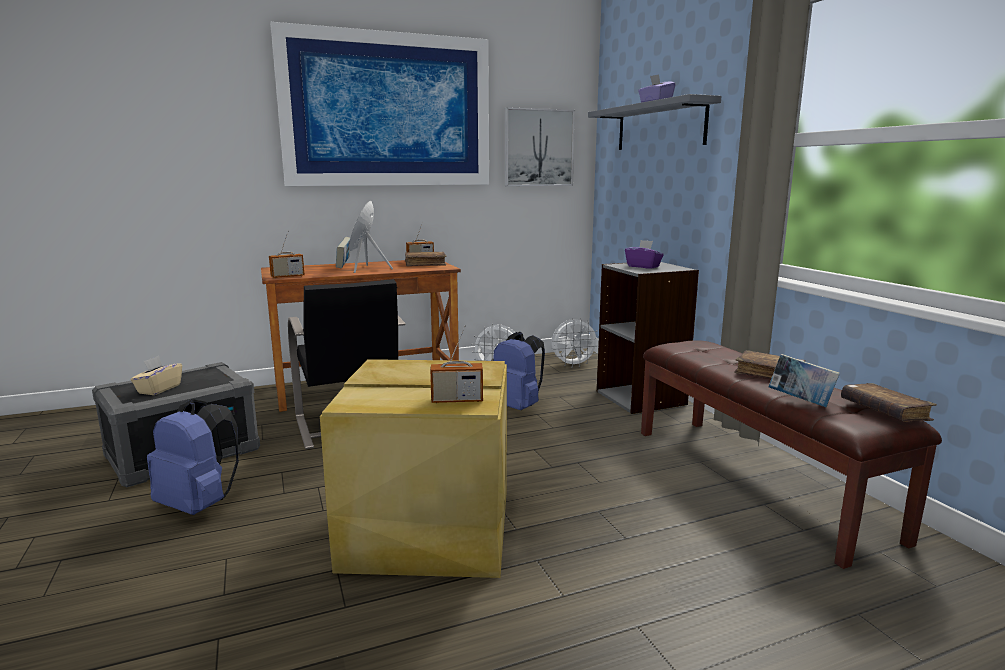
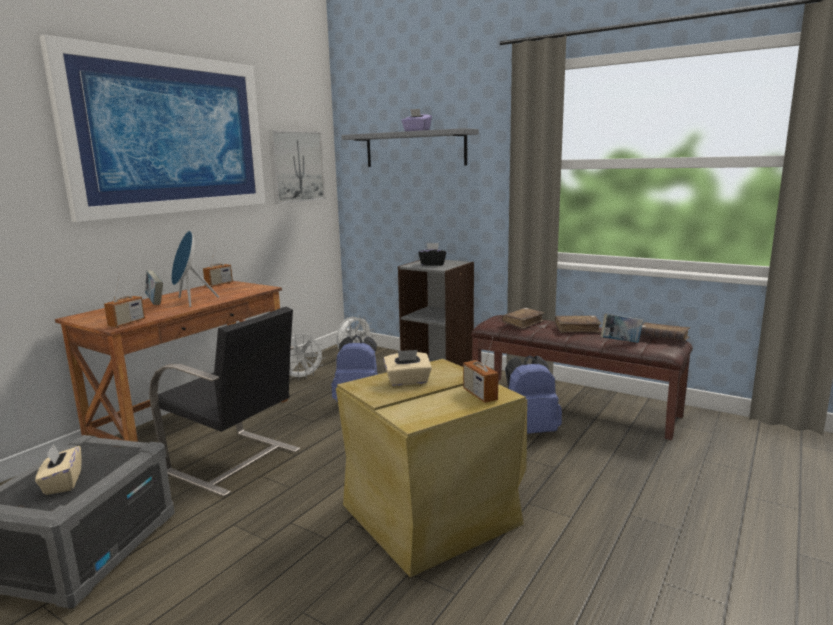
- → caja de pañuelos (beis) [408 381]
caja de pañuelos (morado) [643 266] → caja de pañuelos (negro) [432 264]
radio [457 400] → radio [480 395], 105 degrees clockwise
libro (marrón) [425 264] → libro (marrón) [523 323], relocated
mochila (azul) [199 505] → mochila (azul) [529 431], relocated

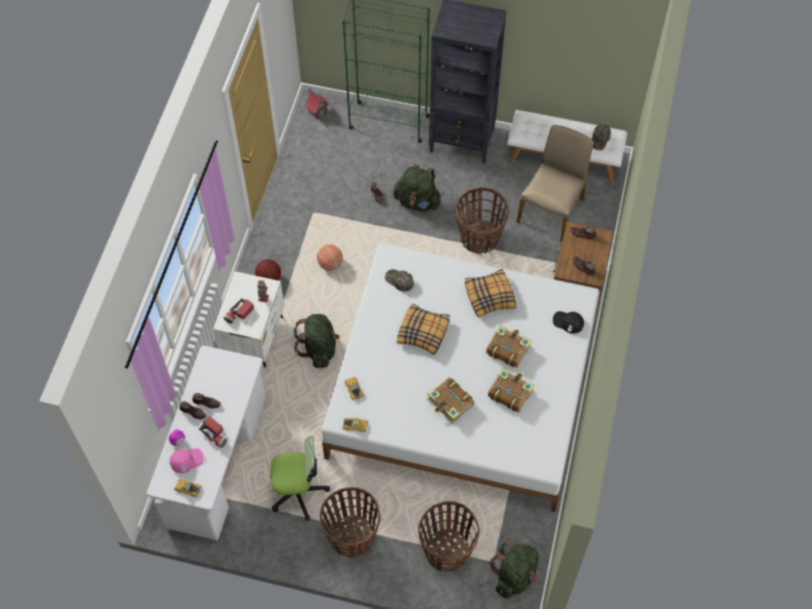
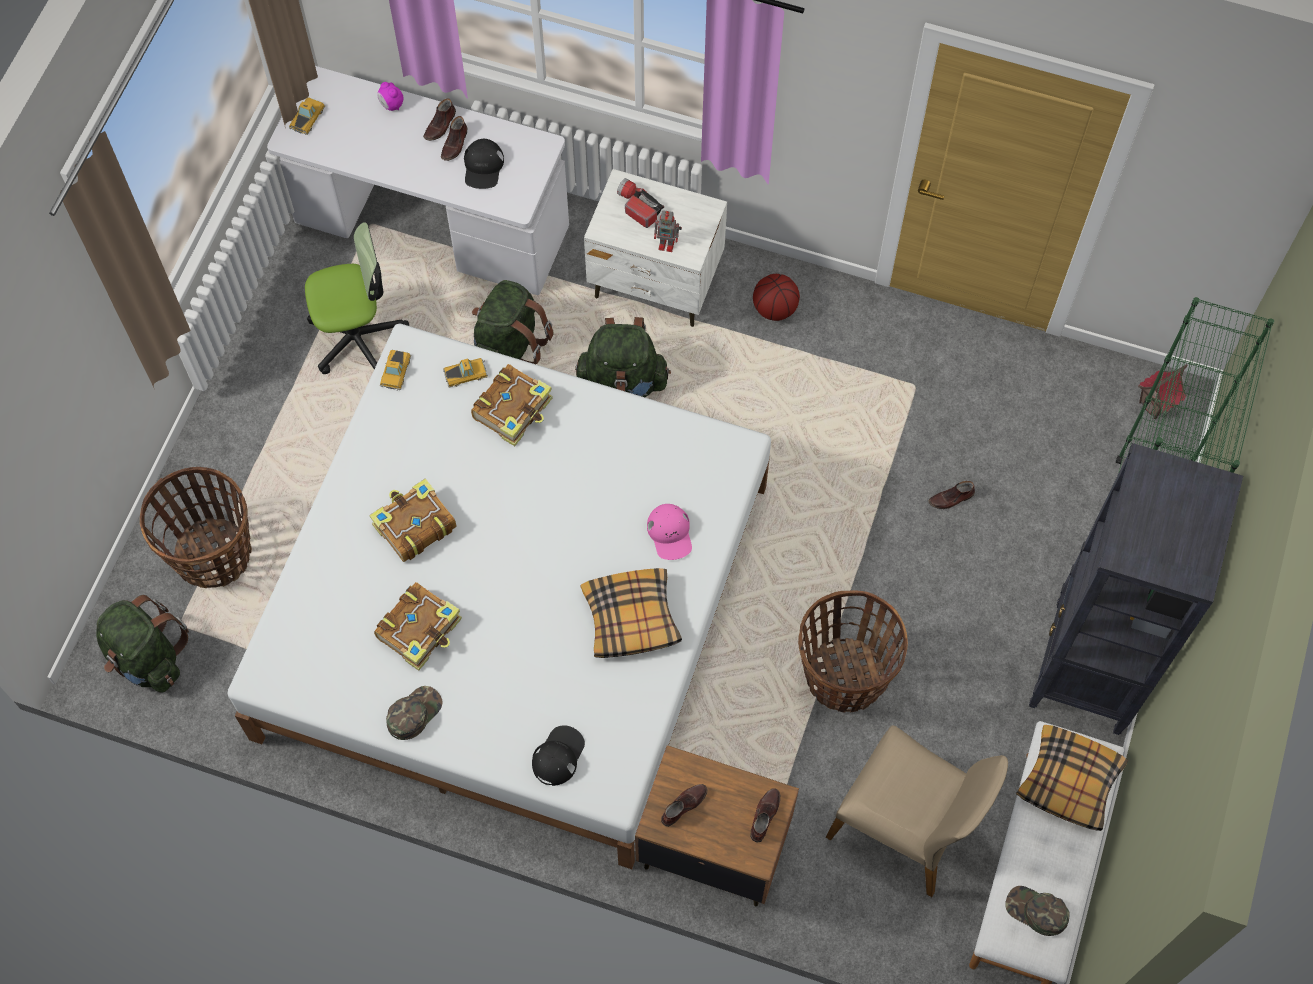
silla de oficina [298 492] → silla de oficina [358 338], 105 degrees counterclockwise
gorra (verde) [399 281] → gorra (verde) [414 713], relocated
- → gorra (negro) [483 167]
libro [507 349] → libro [514 409], relocated
mochila (verde) [417 201] → mochila (verde) [509 345], relocated
gorra (rosa) [186 460] → gorra (rosa) [670 533], relocated
cojín [423 332] → cojín [1069 782], relocated
linterna [215 435] → -
balón de baloncesto [330 264] → -
cesta [352 536] → -

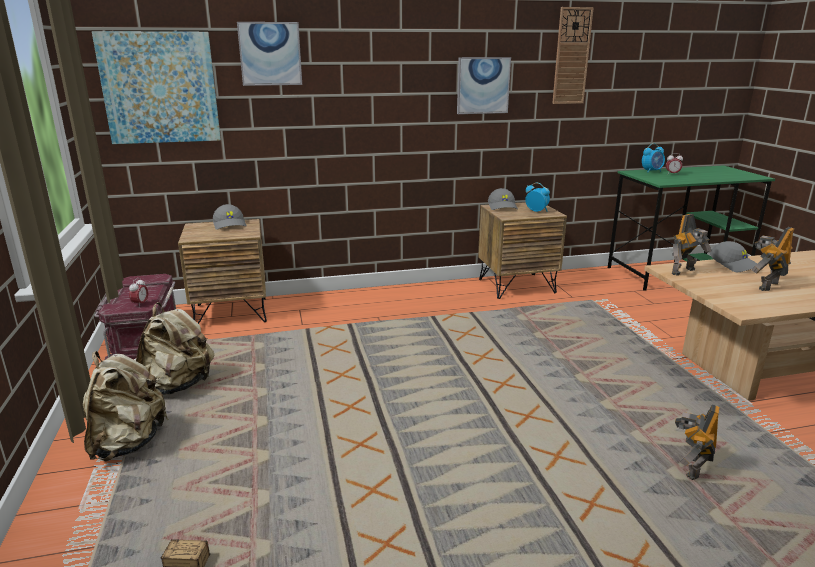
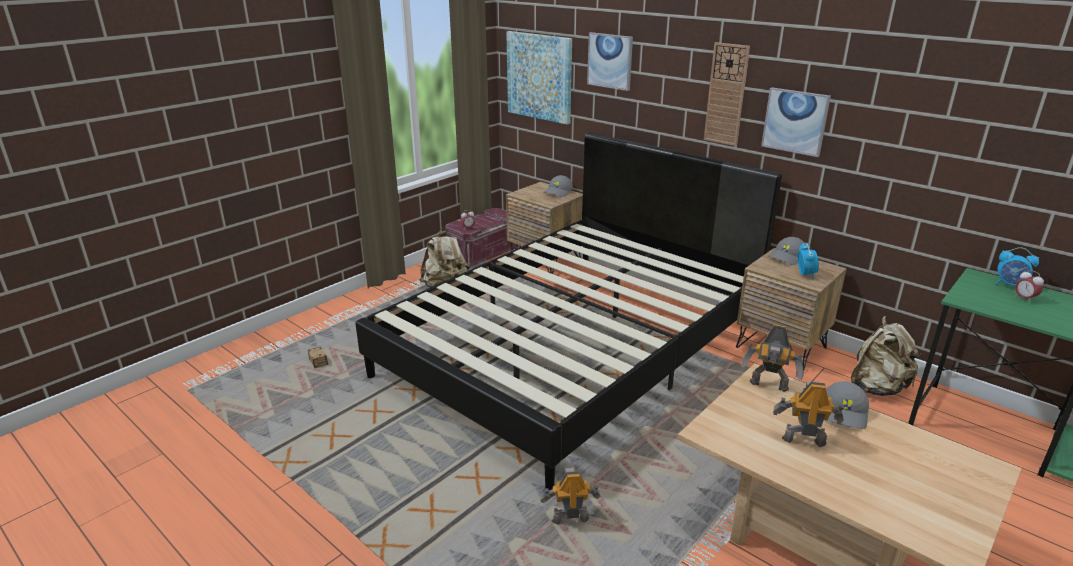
- → cama (negro) [574 348]
reloj de pared [571 56] → reloj de pared [726 94], relocated
mochila (beis) [128 443] → mochila (beis) [877 388], relocated

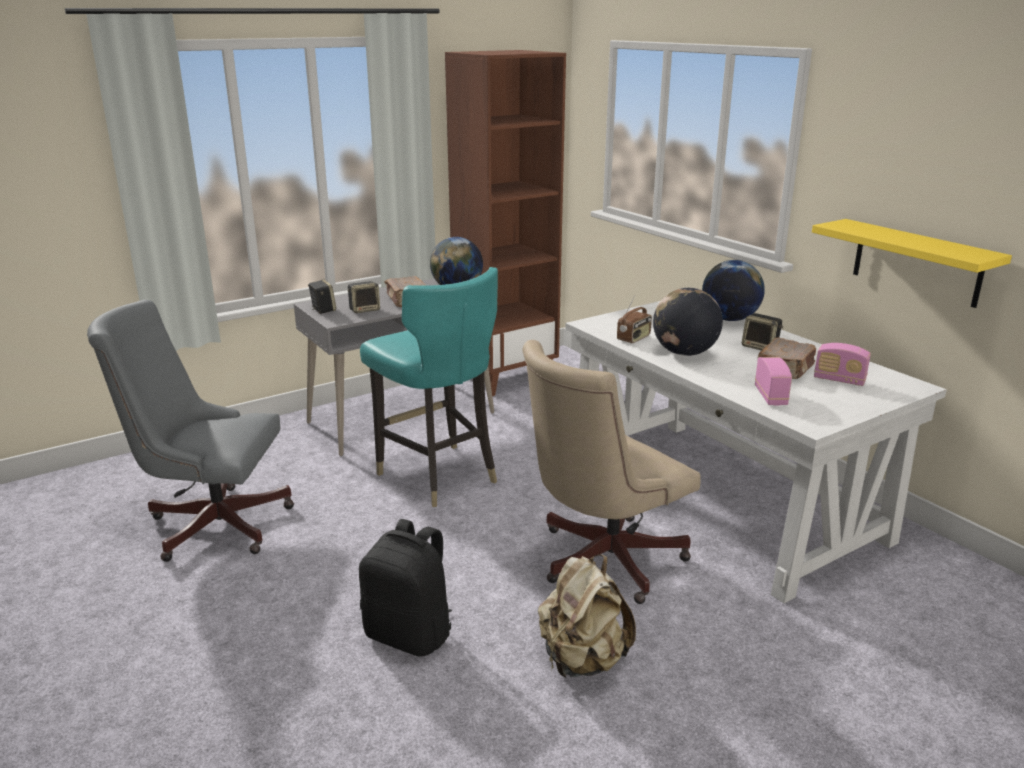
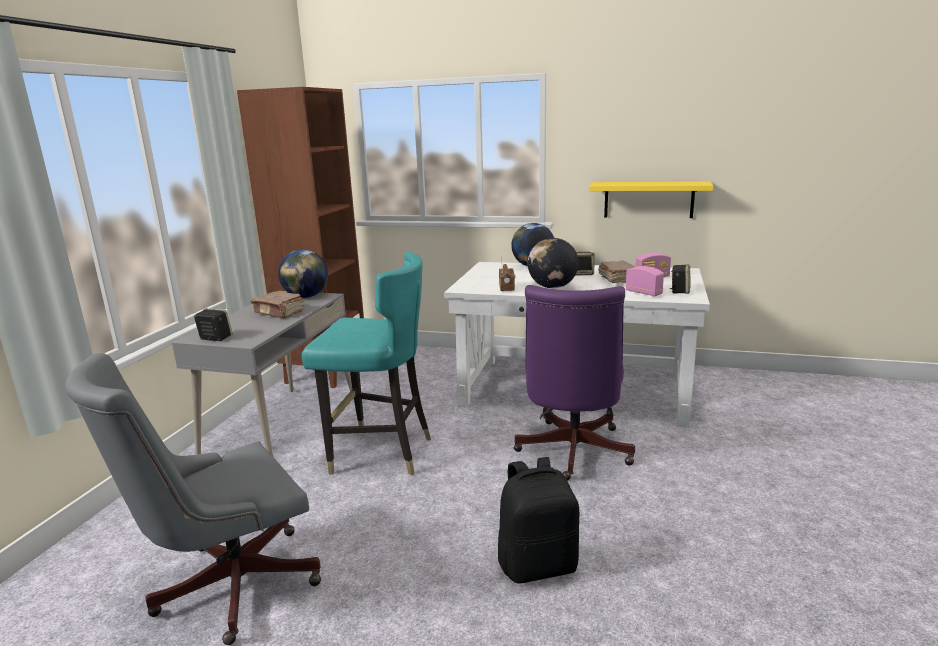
silla de oficina (beis) [601 561] → silla de oficina (morado) [572 453]
altavoz [365 310] → altavoz [679 291], relocated
mochila (beis) [582 660] → -

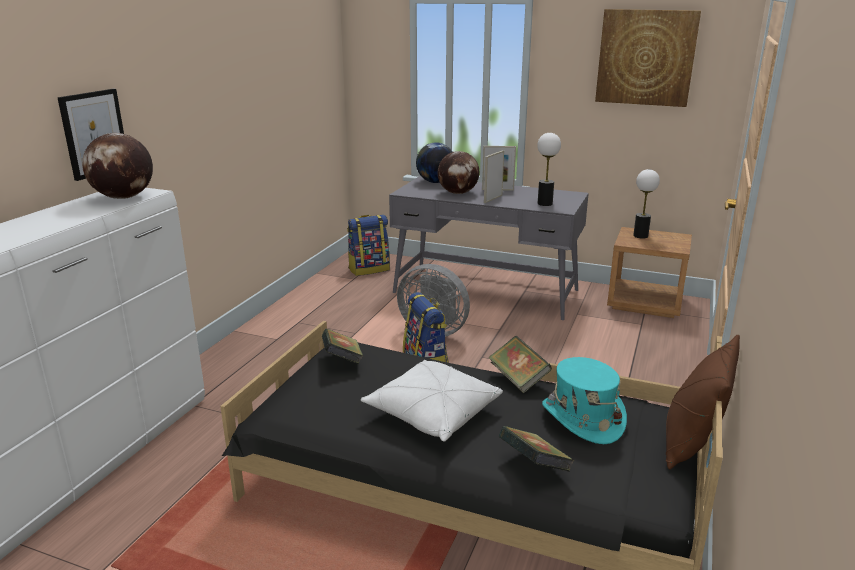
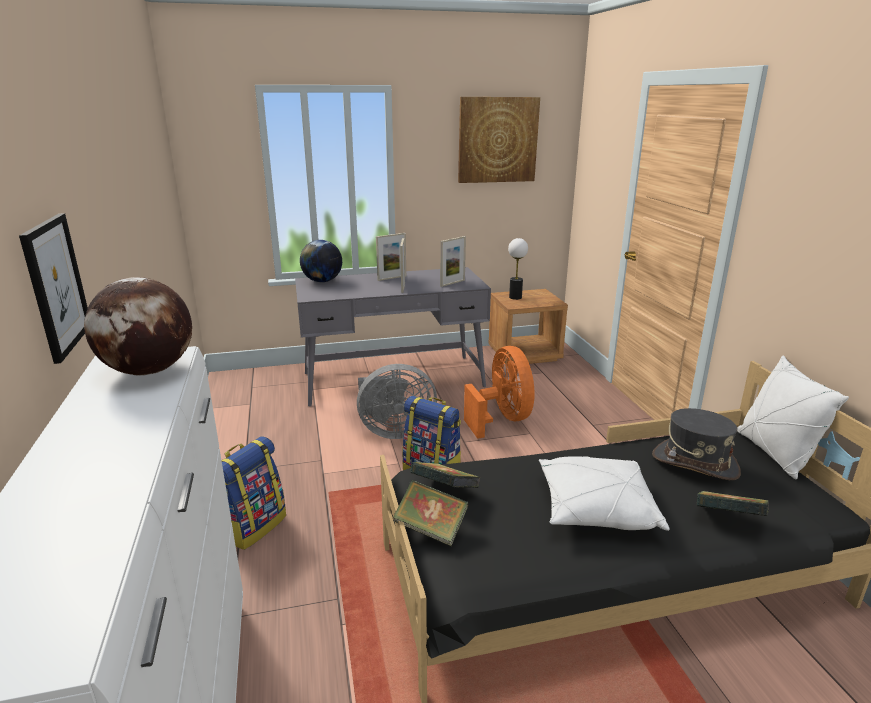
mochila [369 269] → mochila [253 526], relocated
libro [518 379] → libro [431 529], relocated
lámpara de mesa [545 203] → portarretratos [452 283]
- → ventilador (naranja) [502 419]
sombrero (turquesa) [582 418] → sombrero (gris) [694 463]
cojín (marrón) [691 444] → cojín (blanco) [774 453]
globo terráqueo [458 193] → -

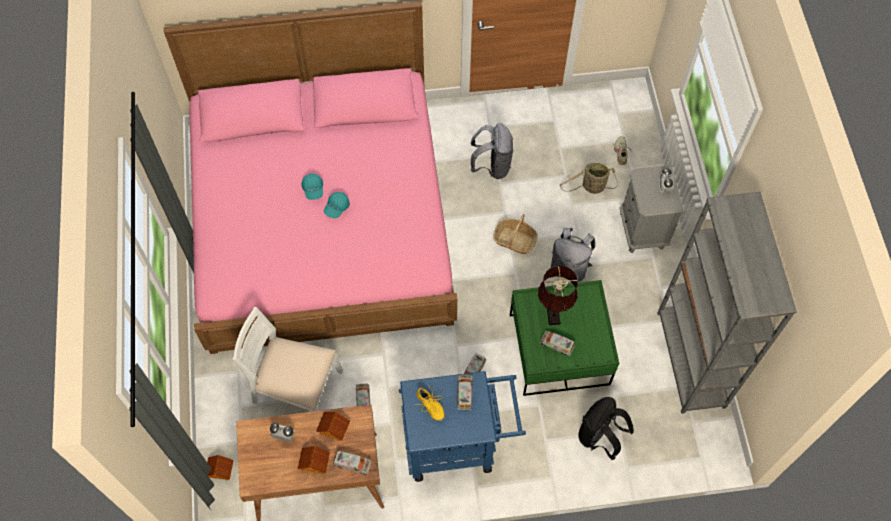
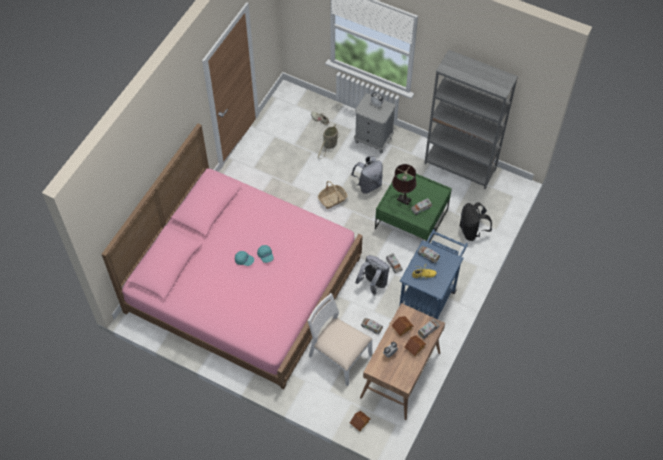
silla (blanco) [296 388] → silla (blanco) [339 356], 75 degrees clockwise
mochila (gris) [492 166] → mochila (gris) [373 284], relocated

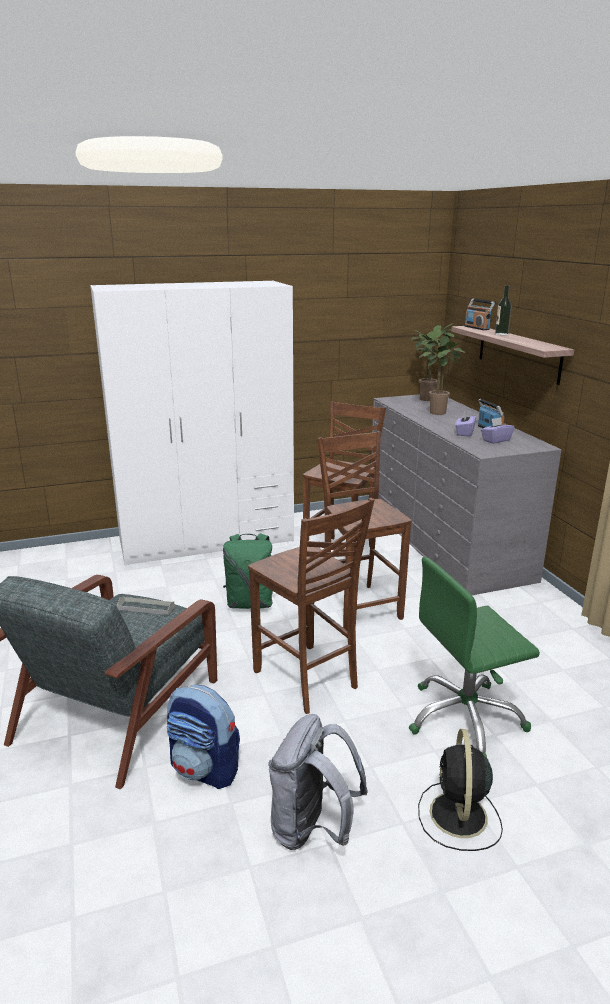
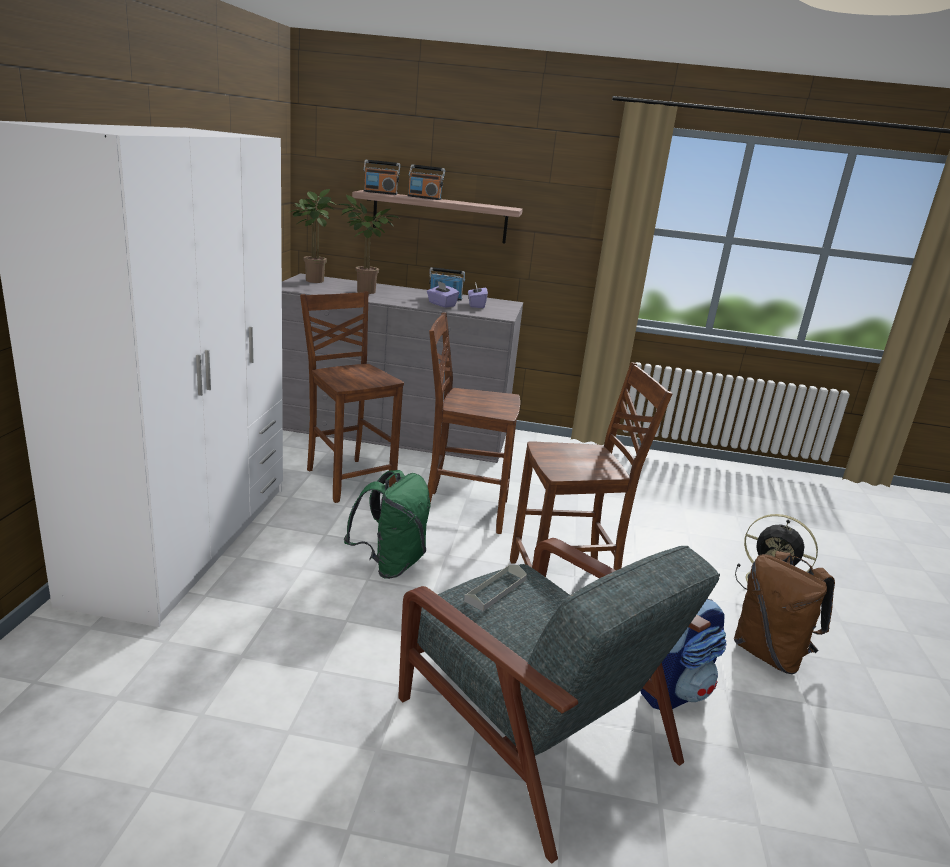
botella [501 334] → radio [424 198]
mochila (gris) [312 829] → mochila (marrón) [770 654]
silla de oficina (verde) [465 718] → -

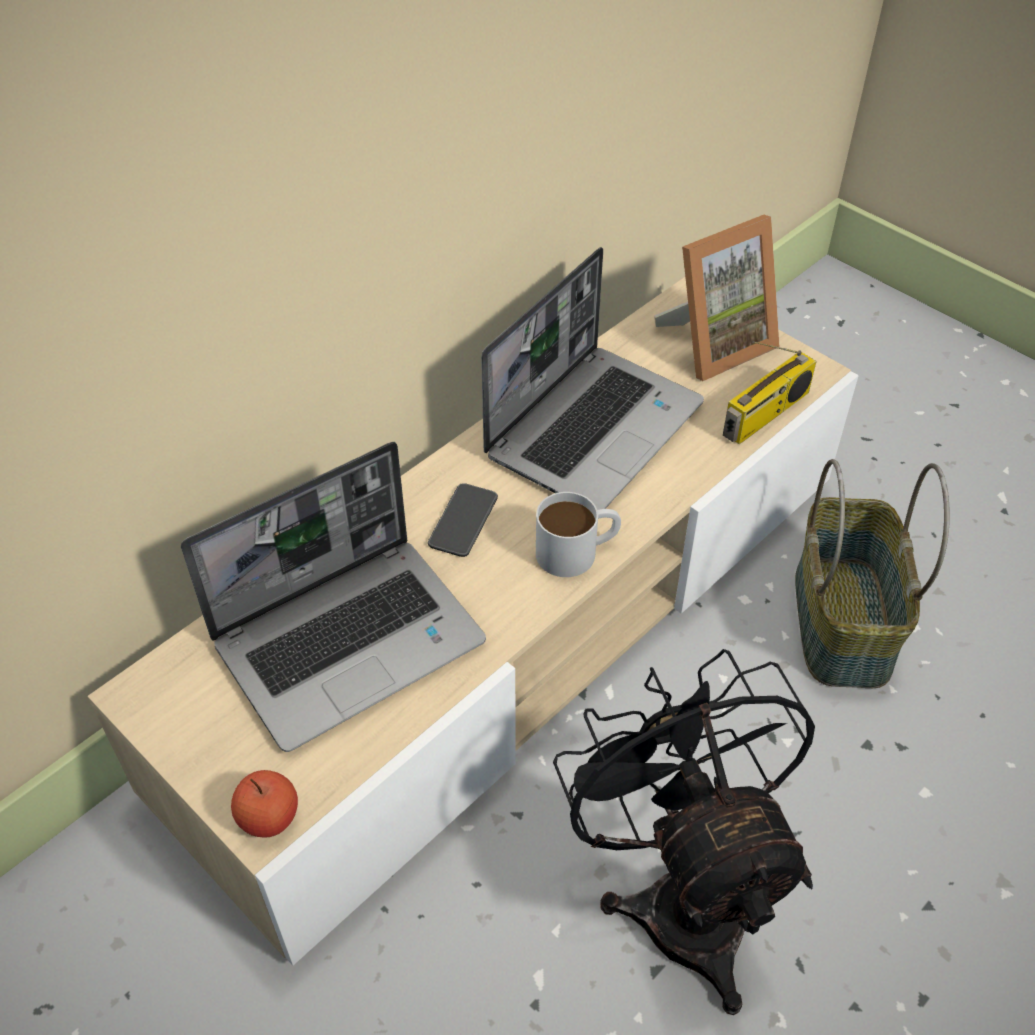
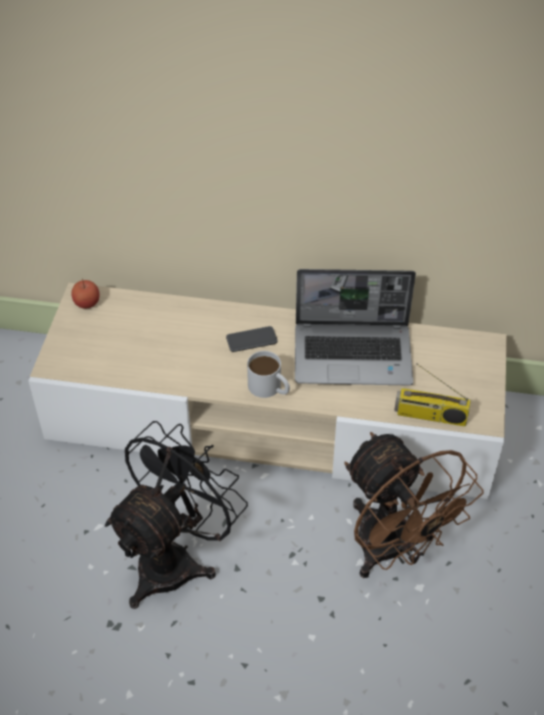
manzana [269 817] → manzana [87 303], relocated
cesta [839 620] → ventilador (marrón) [393 551]
portátil [351 640] → -
portarretratos [715 343] → -

